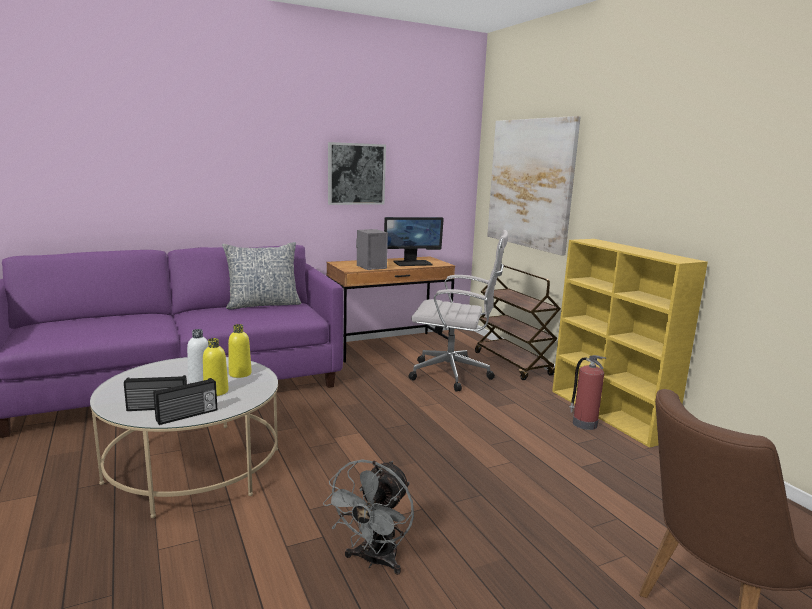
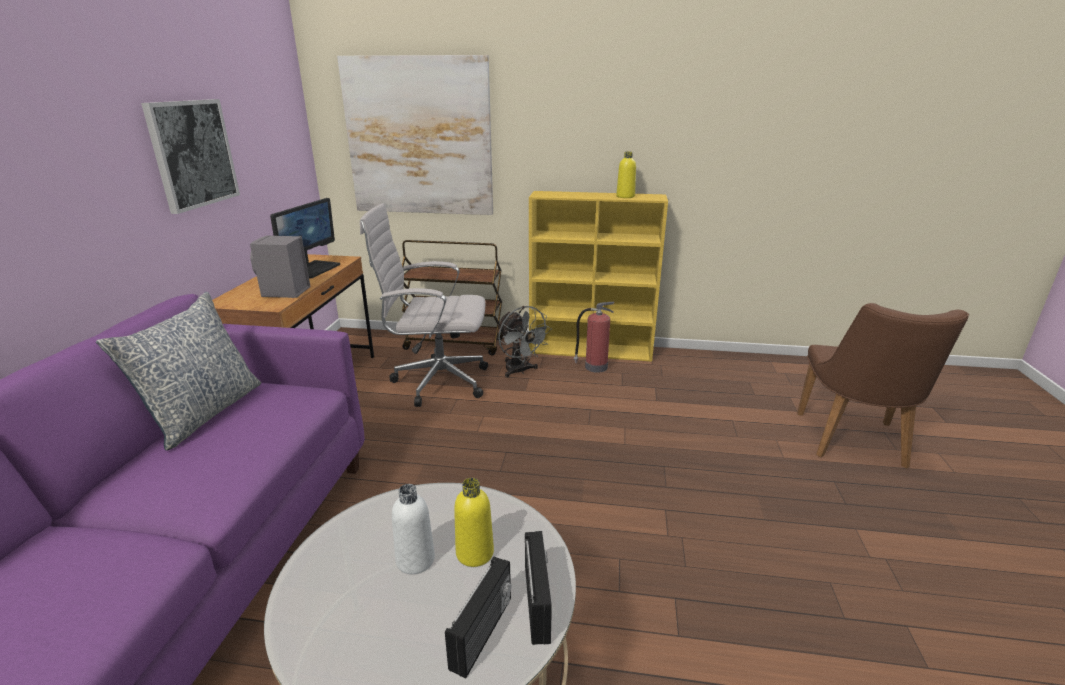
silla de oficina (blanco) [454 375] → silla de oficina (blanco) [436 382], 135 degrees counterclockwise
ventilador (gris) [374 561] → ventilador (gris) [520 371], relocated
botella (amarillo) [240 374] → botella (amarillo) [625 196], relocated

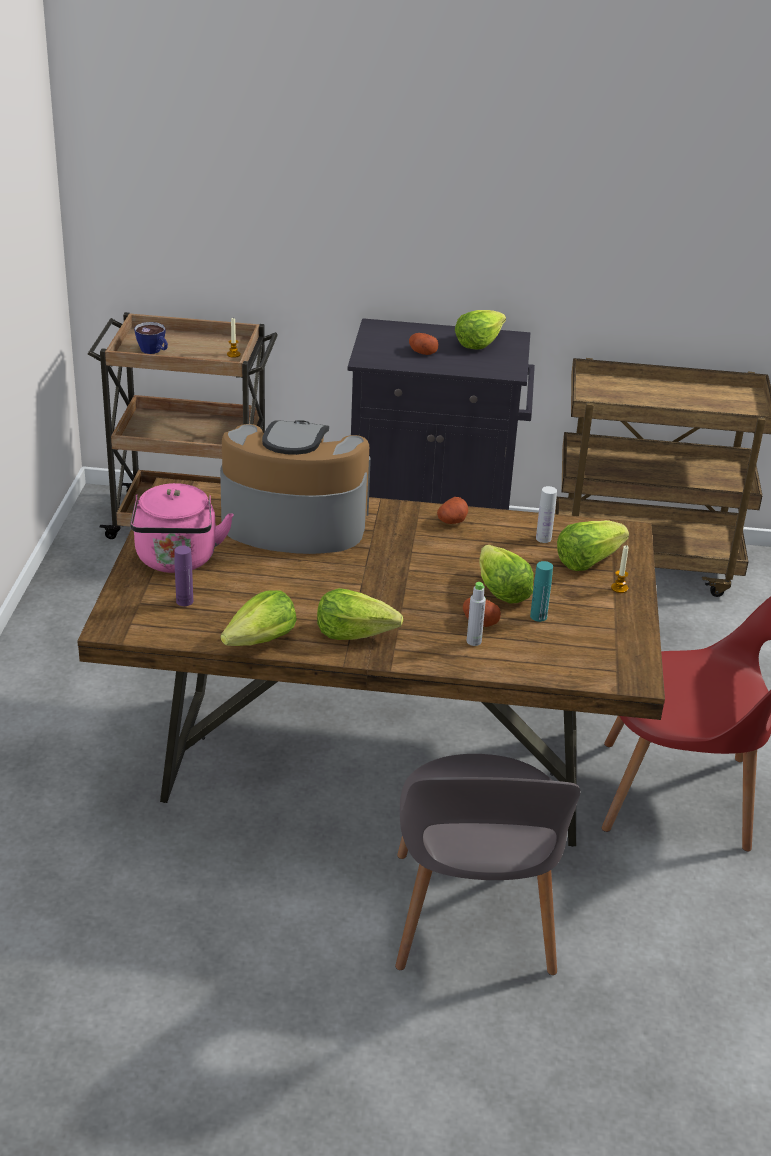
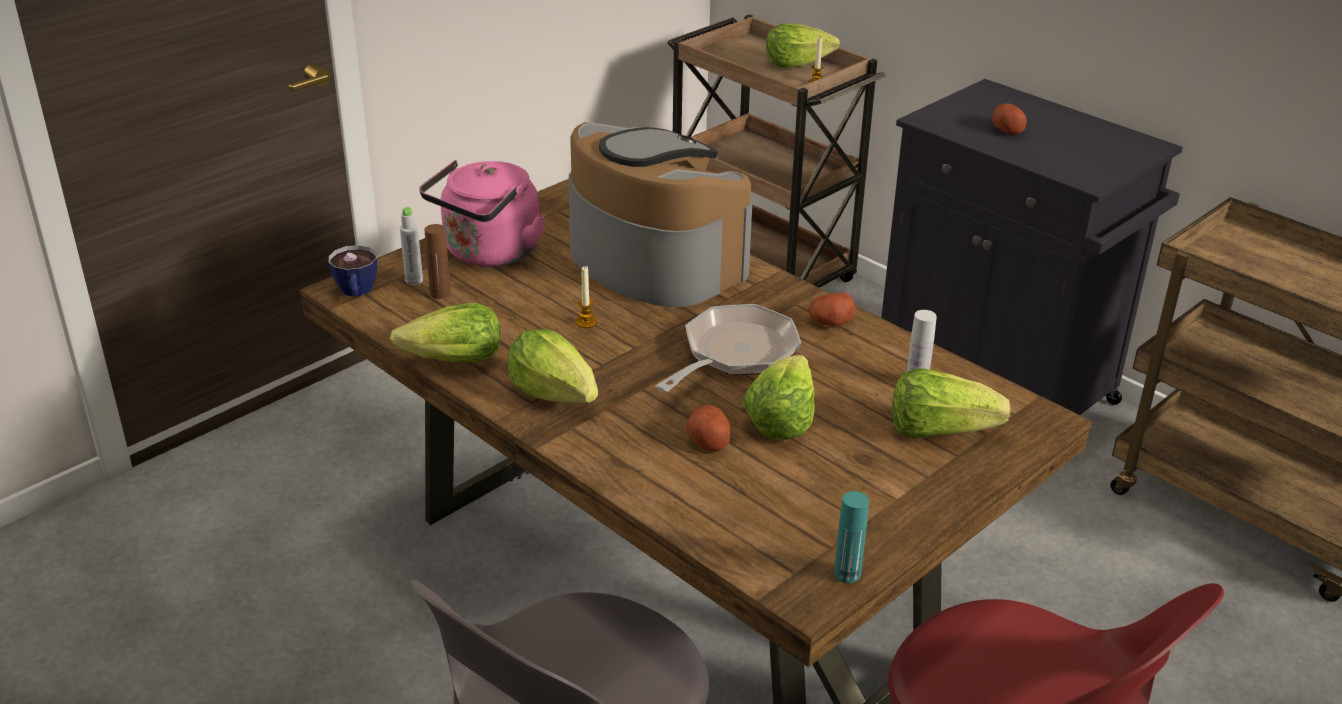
taza [154 351] → taza [356 293], relocated
botella (gris) [474 641] → botella (gris) [414 280], relocated
botella (morado) [184 601] → botella (marrón) [440 293]
vela [619 588] → vela [586 322], relocated
- → sartén [734 354]
lechuga [478 343] → lechuga [797 64], relocated
botella (turquesa) [538 616] → botella (turquesa) [847 574], relocated

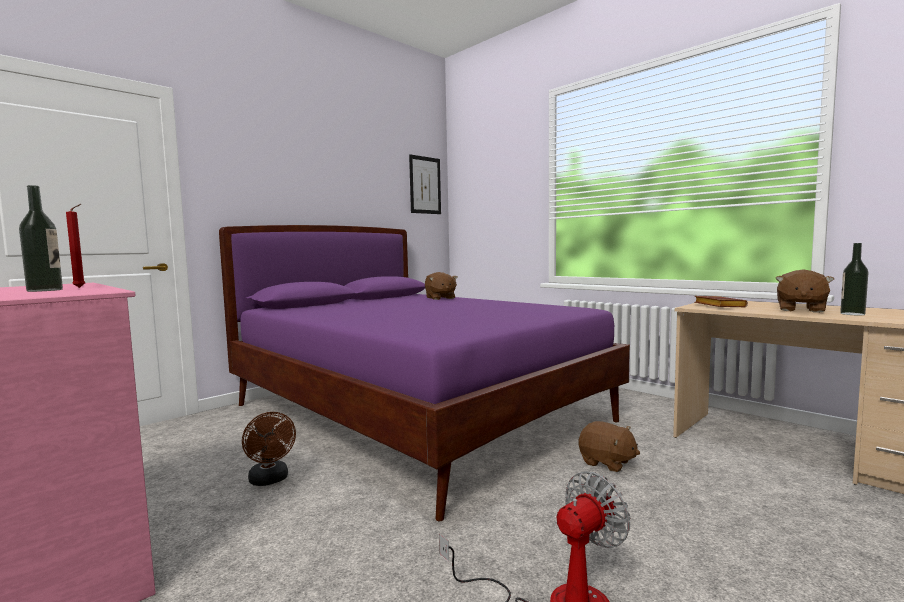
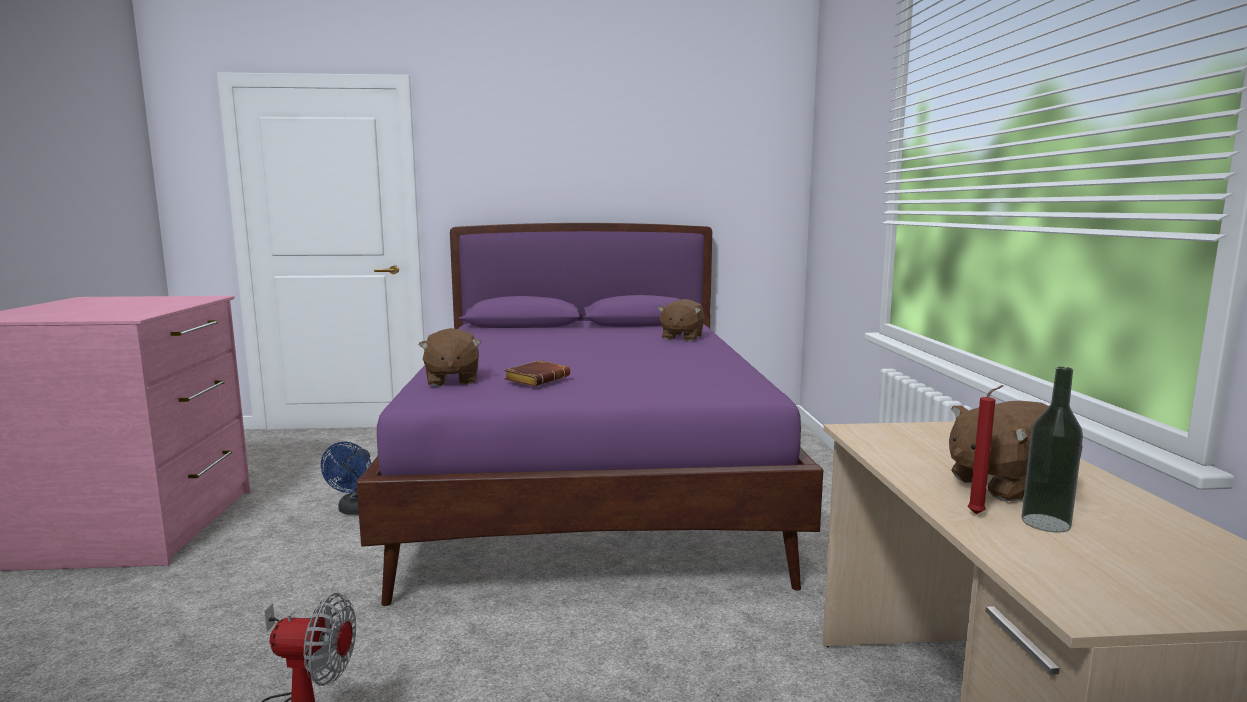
ventilador (marrón) [270 480] → ventilador (azul) [356 510]
peluche (marrón) [607 462] → peluche (marrón) [451 380], relocated
libro (marrón) [717 306] → libro (marrón) [537 379], relocated
vela (rojo) [81 287] → vela (rojo) [979 514], relocated
botella [45 290] → -
cuadro [425 185] → -

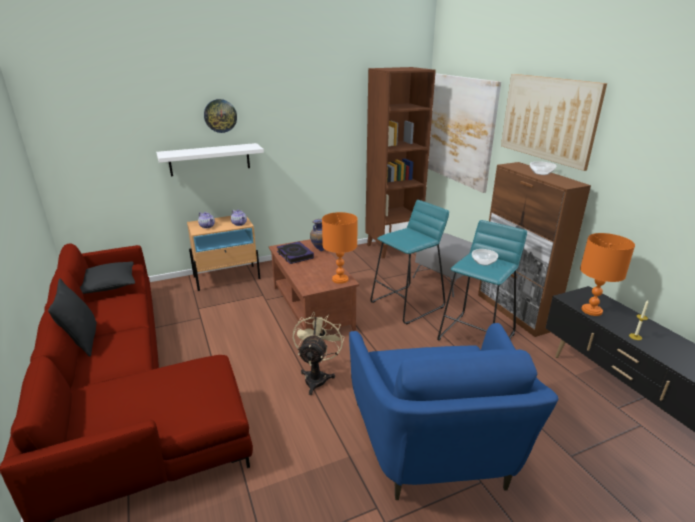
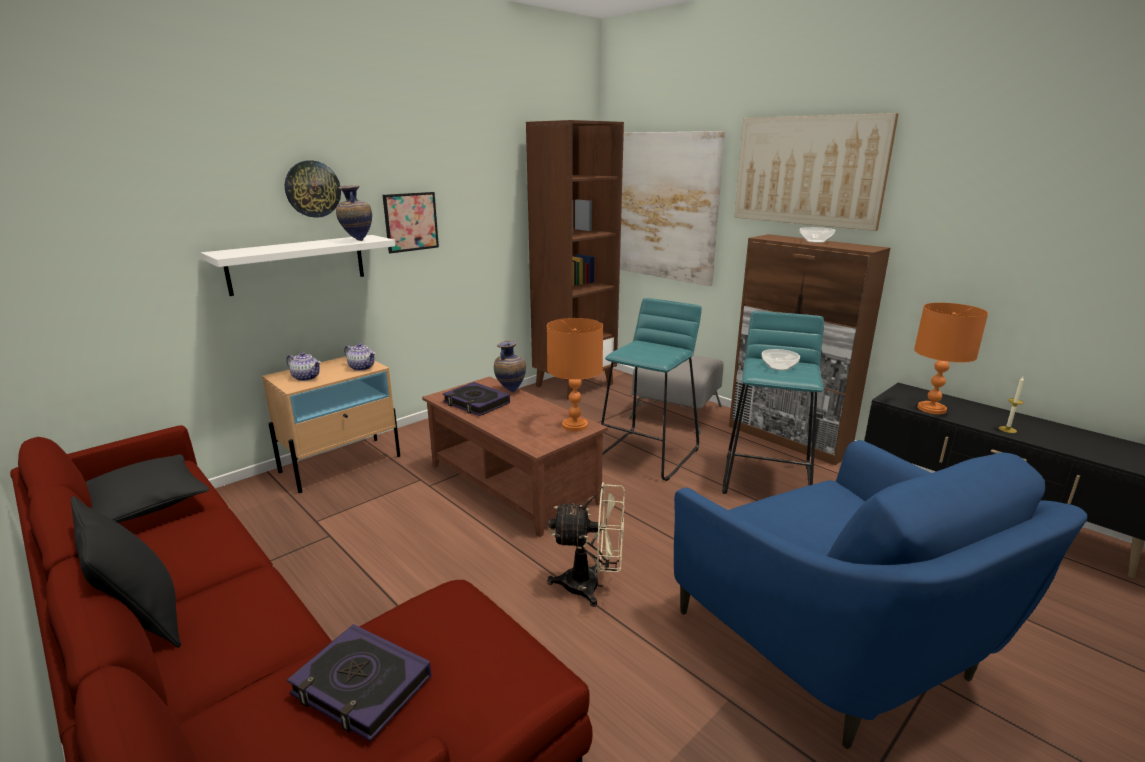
- → libro [361 686]
- → florero [357 240]
- → cuadro [411 222]
ventilador (beis) [317 377] → ventilador (beis) [591 586], 105 degrees clockwise

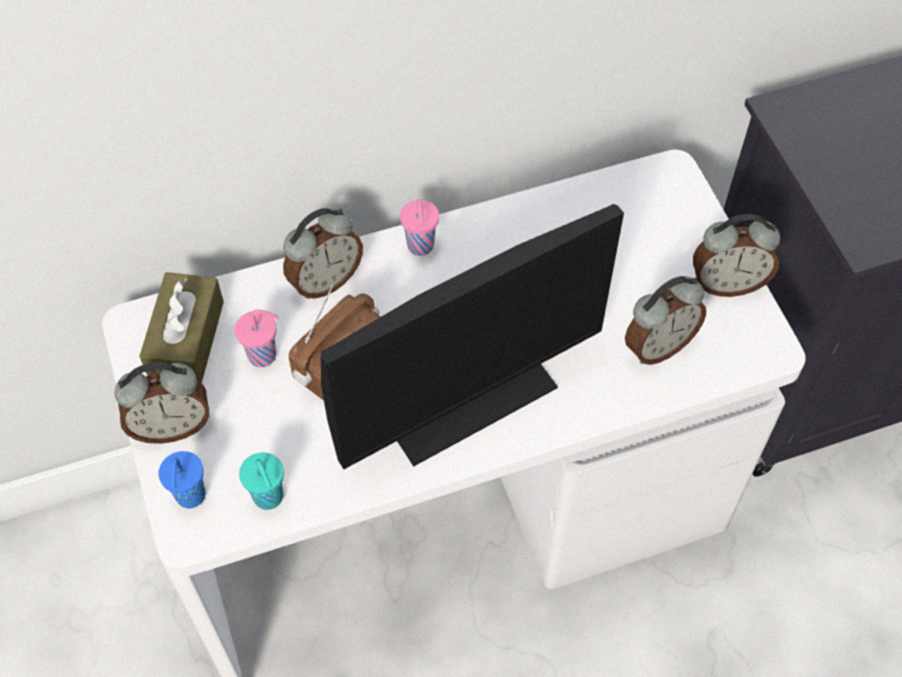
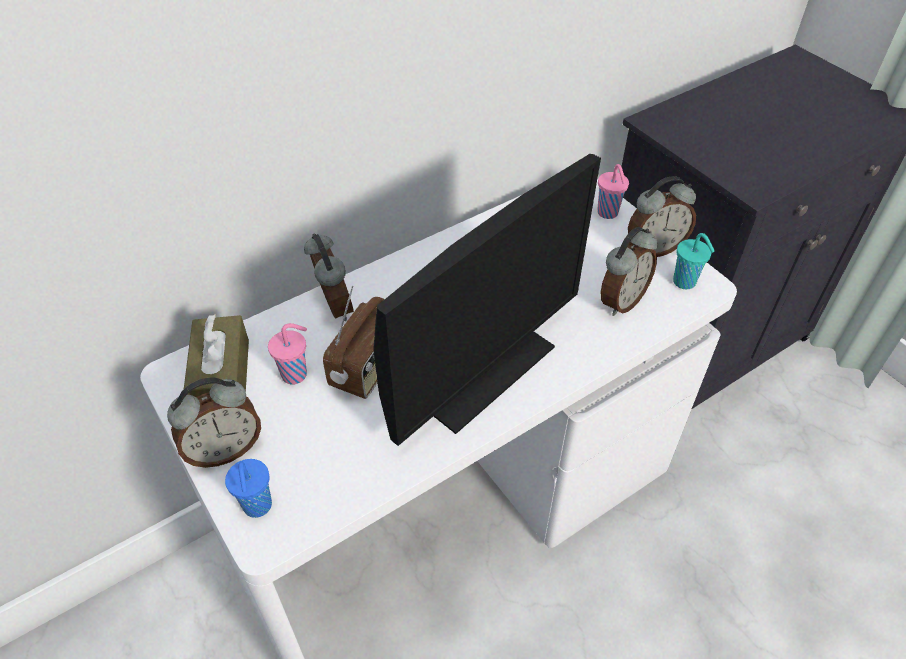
despertador [325 280] → despertador [333 307], 60 degrees counterclockwise
taza (rosa) [420 247] → taza (rosa) [608 213], relocated
taza (turquesa) [269 498] → taza (turquesa) [685 282], relocated

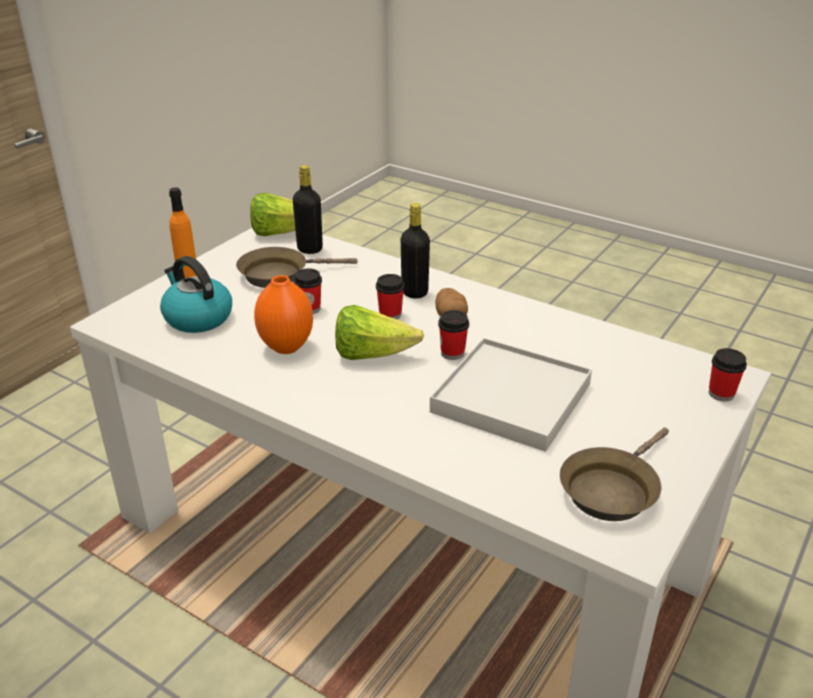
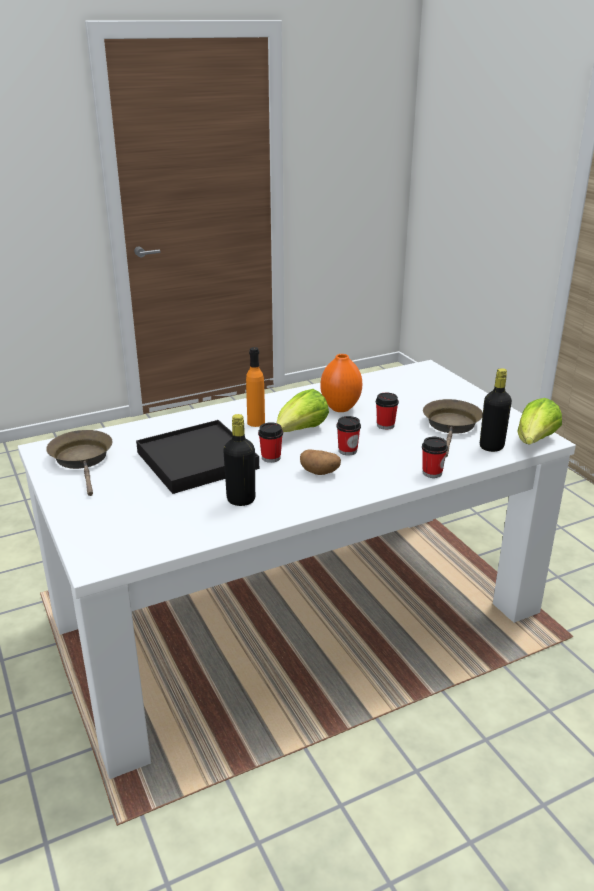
bandeja (blanco) [512 398] → bandeja (negro) [197 461]
botella (negro) [414 292] → botella (negro) [241 500], relocated
botella (naranja) [188 275] → botella (naranja) [256 422], relocated
taza [721 394] → taza [432 473], relocated
hervidor [197 318] → -

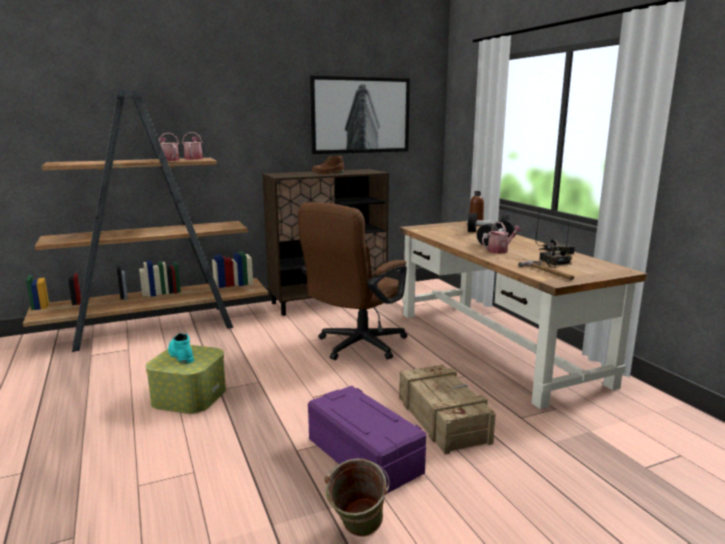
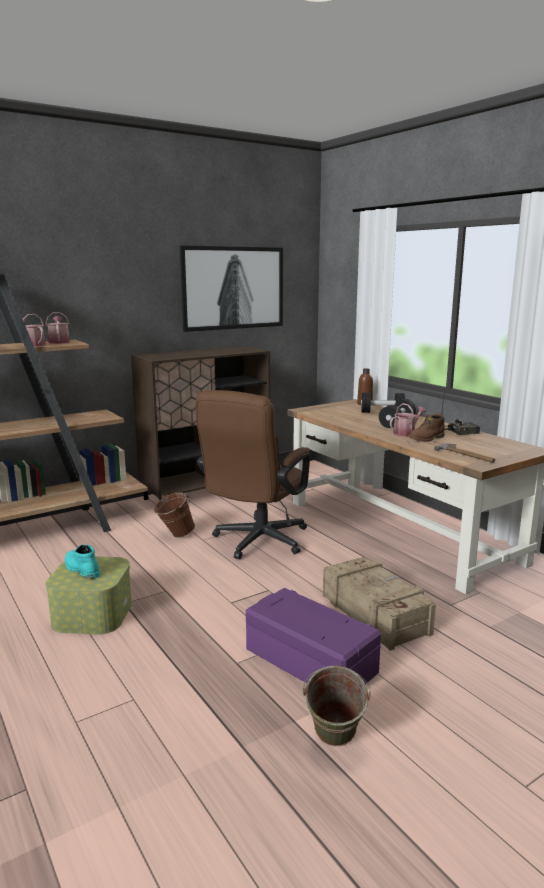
- → cubo (marrón) [175 536]
bota (marrón) [328 173] → bota (marrón) [427 439], relocated
radio [553 263] → -

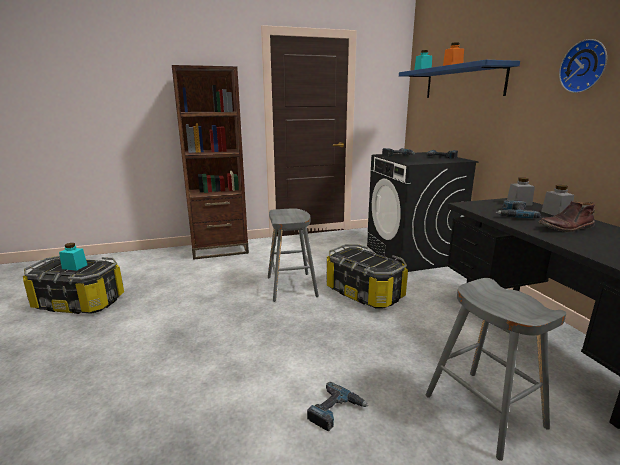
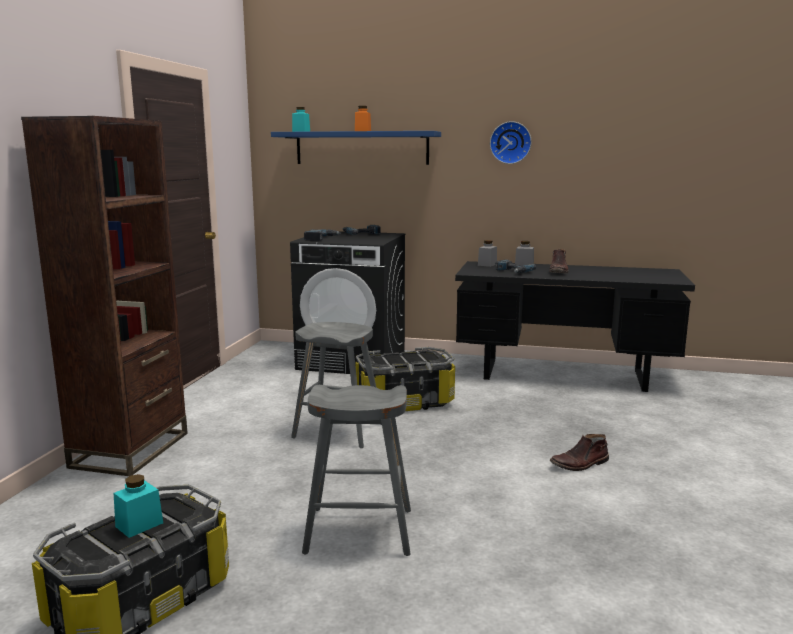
taburete (gris) [484 411] → taburete (gris) [360 531], relocated
taladro [336 411] → bota (marrón) [580 464]

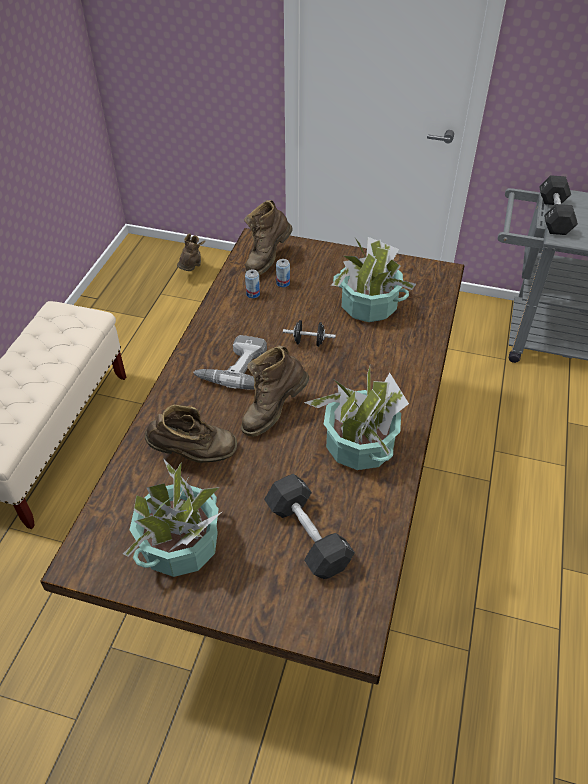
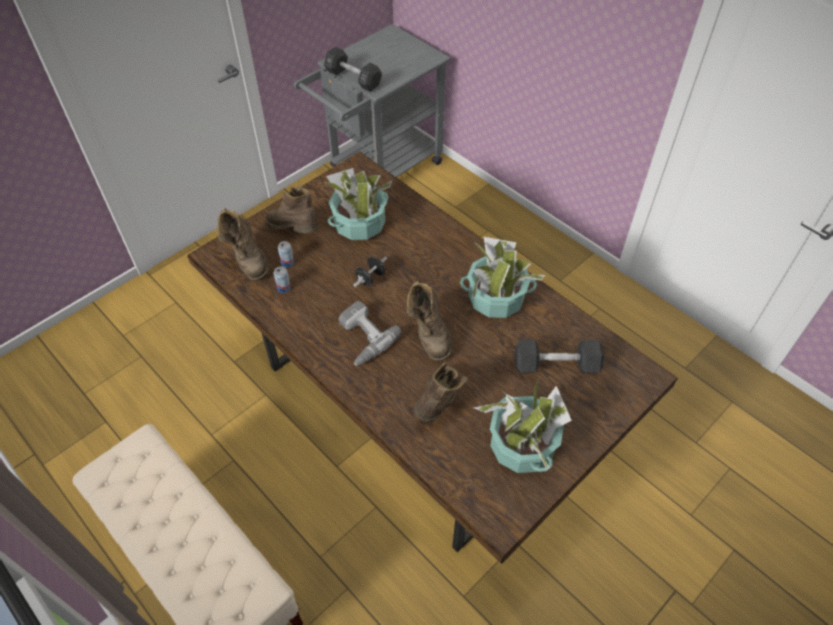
bota (marrón) [192 269] → bota (marrón) [295 232], relocated

